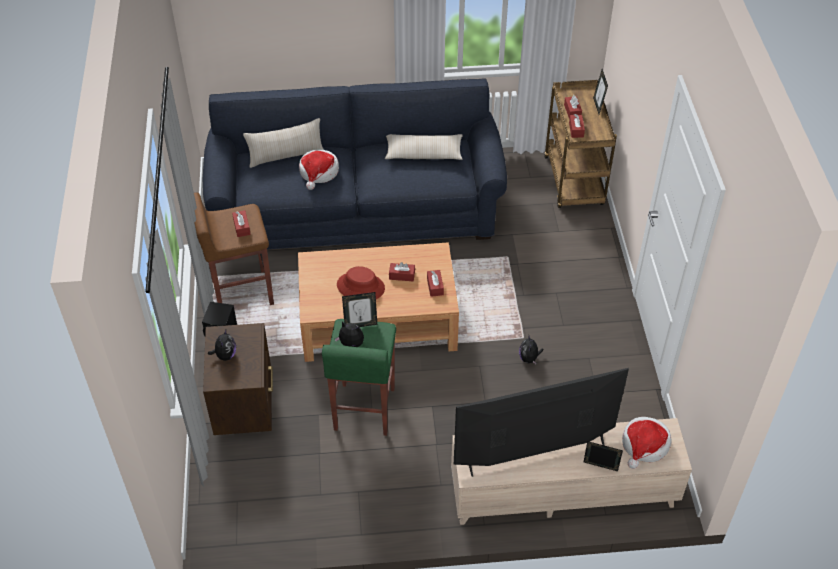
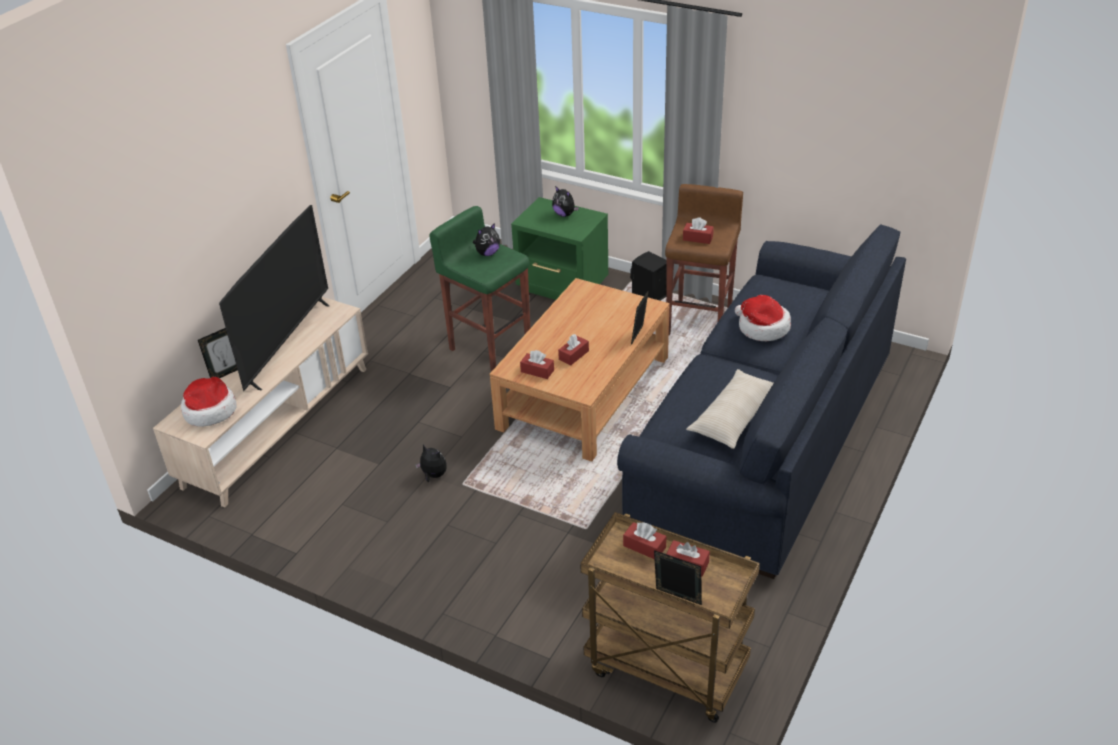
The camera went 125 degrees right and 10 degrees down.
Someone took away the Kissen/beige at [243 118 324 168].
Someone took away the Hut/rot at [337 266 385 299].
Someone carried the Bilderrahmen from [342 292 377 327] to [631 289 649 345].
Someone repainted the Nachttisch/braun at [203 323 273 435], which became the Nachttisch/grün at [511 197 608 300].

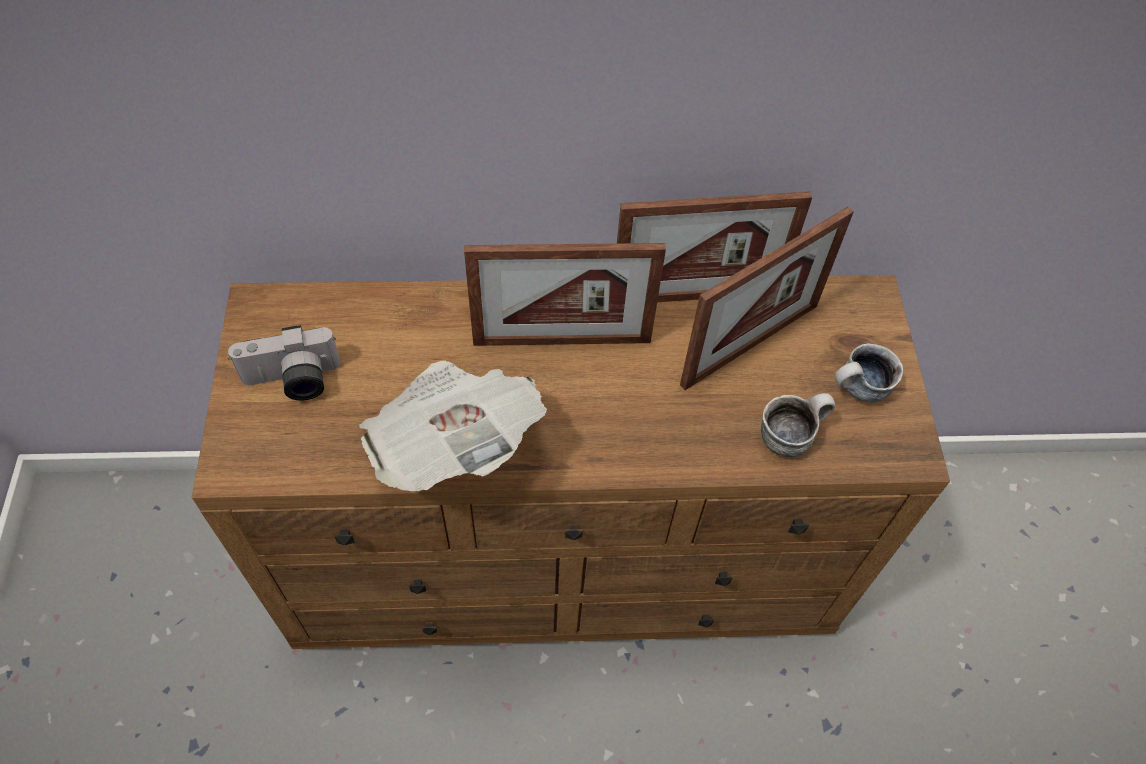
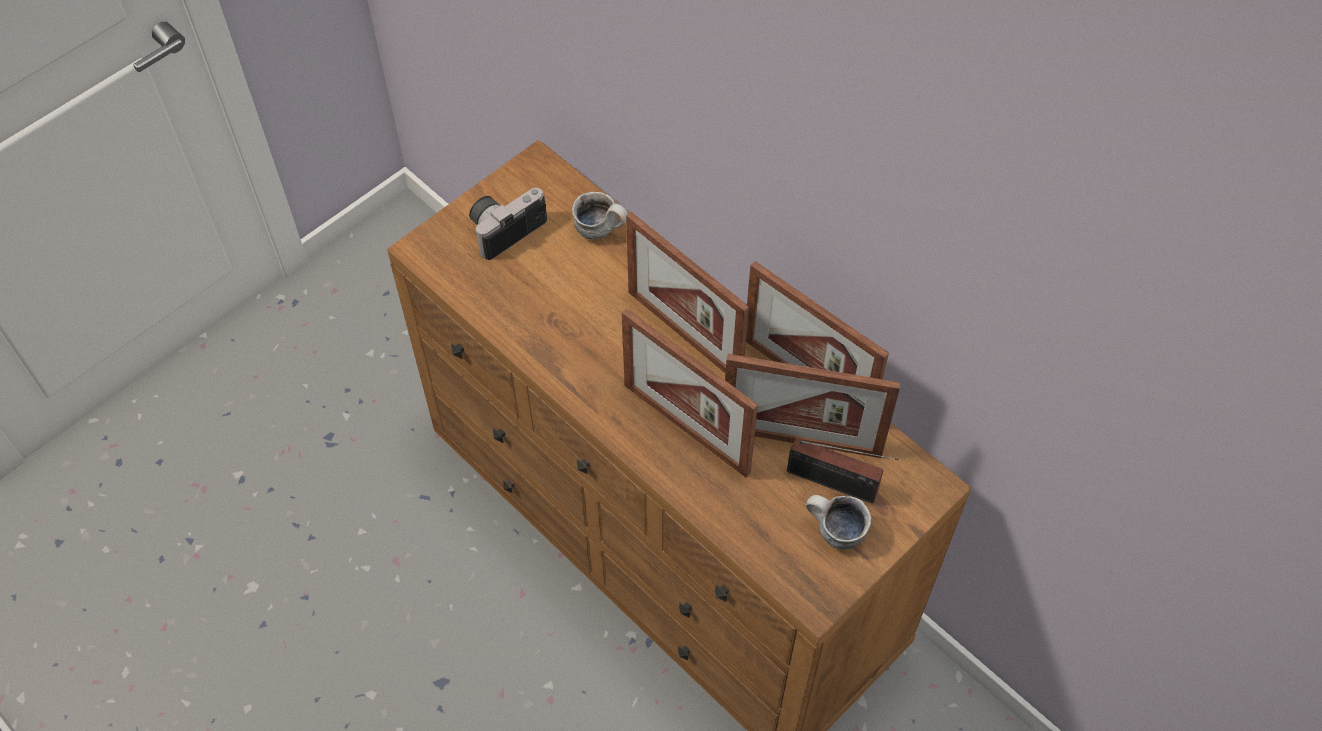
The camera went 50 degrees right and 0 degrees up.
Someone rotated the Kamera at [228 325 341 401] by 105 degrees clockwise.
Someone took away the Zeitung at [359 360 547 491].
Someone carried the Henkelbecher from [761 393 835 457] to [572 192 628 240].
Someone put down the Bilderrahmen at [622 308 758 477].
Someone put down the Radio at [787 438 898 503].

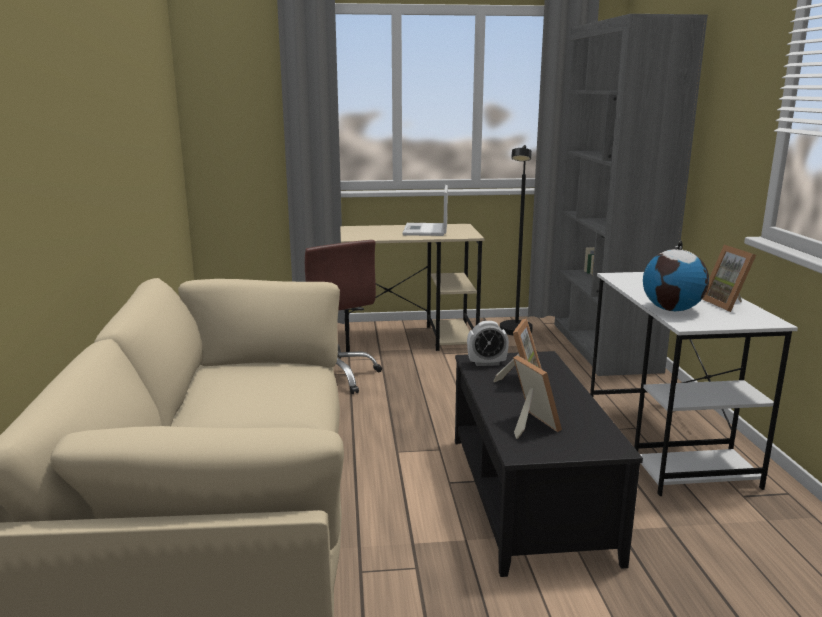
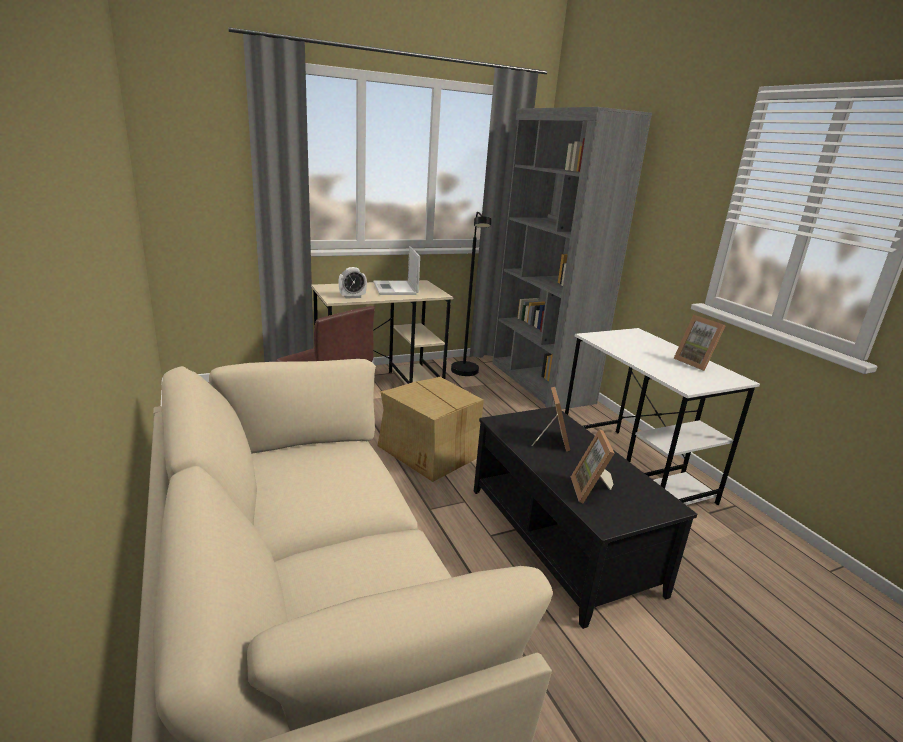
The camera went 20 degrees left and 5 degrees up.
Someone took away the Globus at [643 241 709 311].
Someone carried the Wecker from [467 321 509 366] to [338 267 367 299].
Someone rotated the Bilderrahmen at [513 355 562 439] by 135 degrees counterclockwise.
Someone put down the Karton at [378 377 484 482].

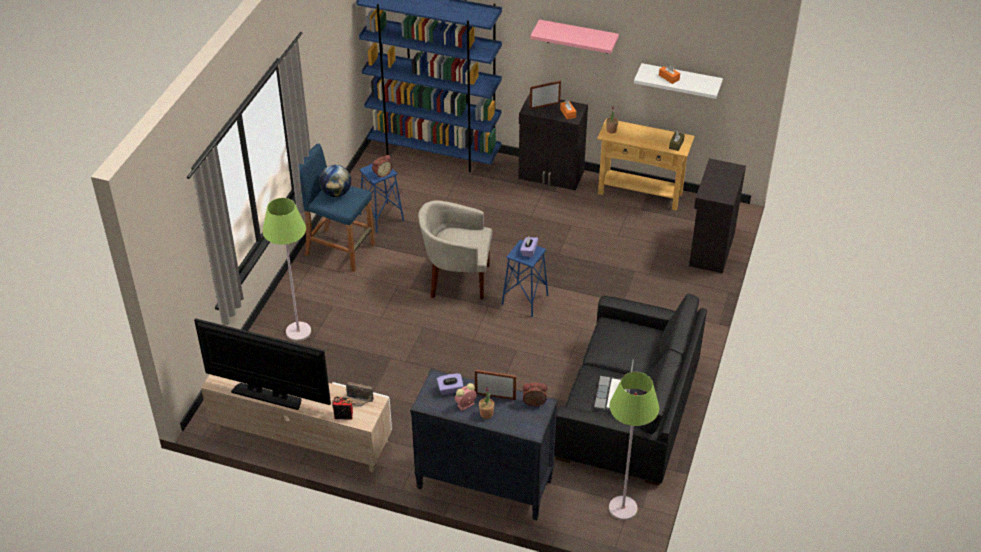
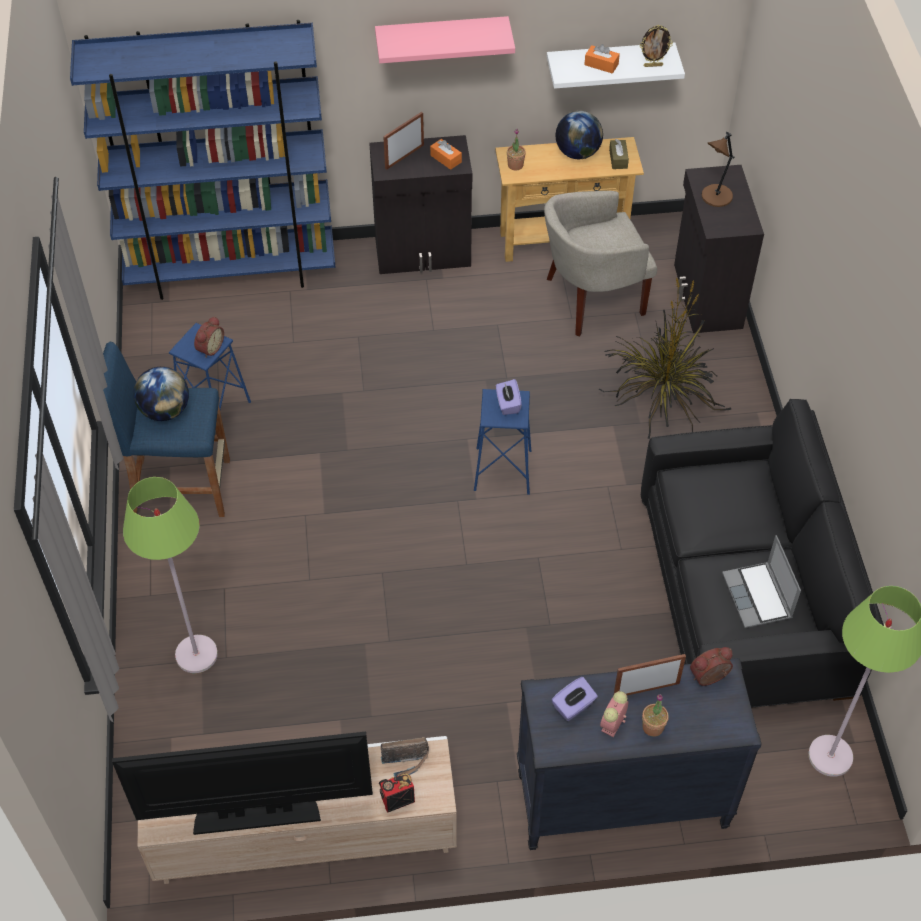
The camera went 25 degrees left and 10 degrees up.
Someone carried the Sessel/beige from [418 200 493 300] to [544 191 657 337].
Someone put down the Bilderrahmen at [640 25 673 67].
Someone put down the Globus at [555 111 603 159].
Someone put down the Tischlampe/braun at [702 132 734 207].
Someone put down the Topfpflanze at [599 278 731 439].

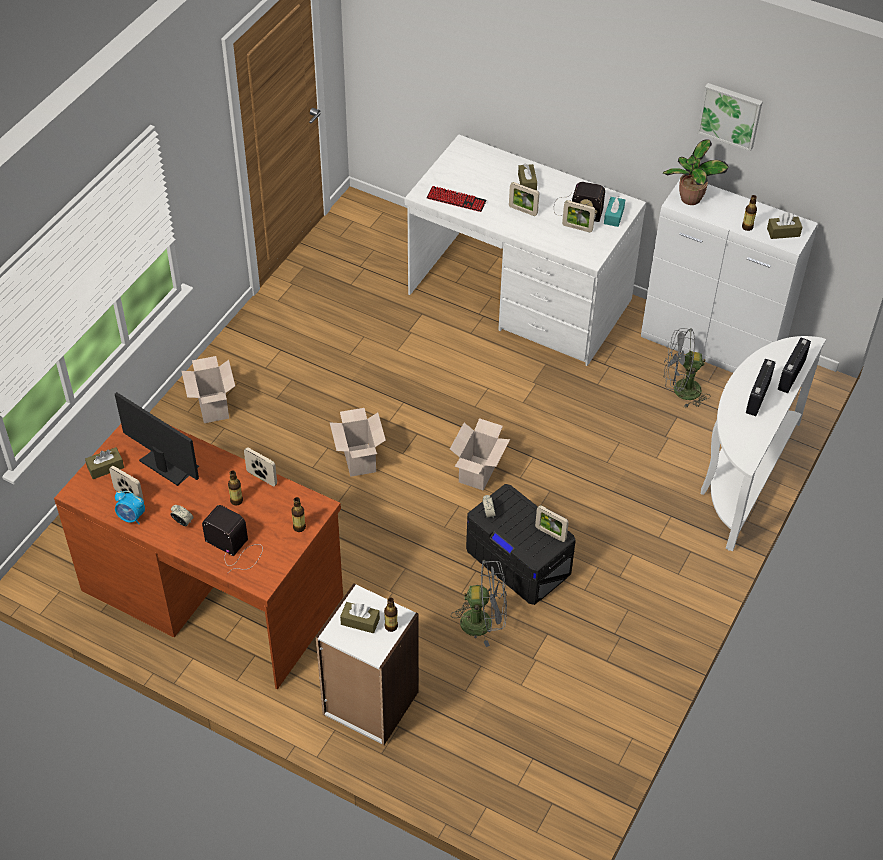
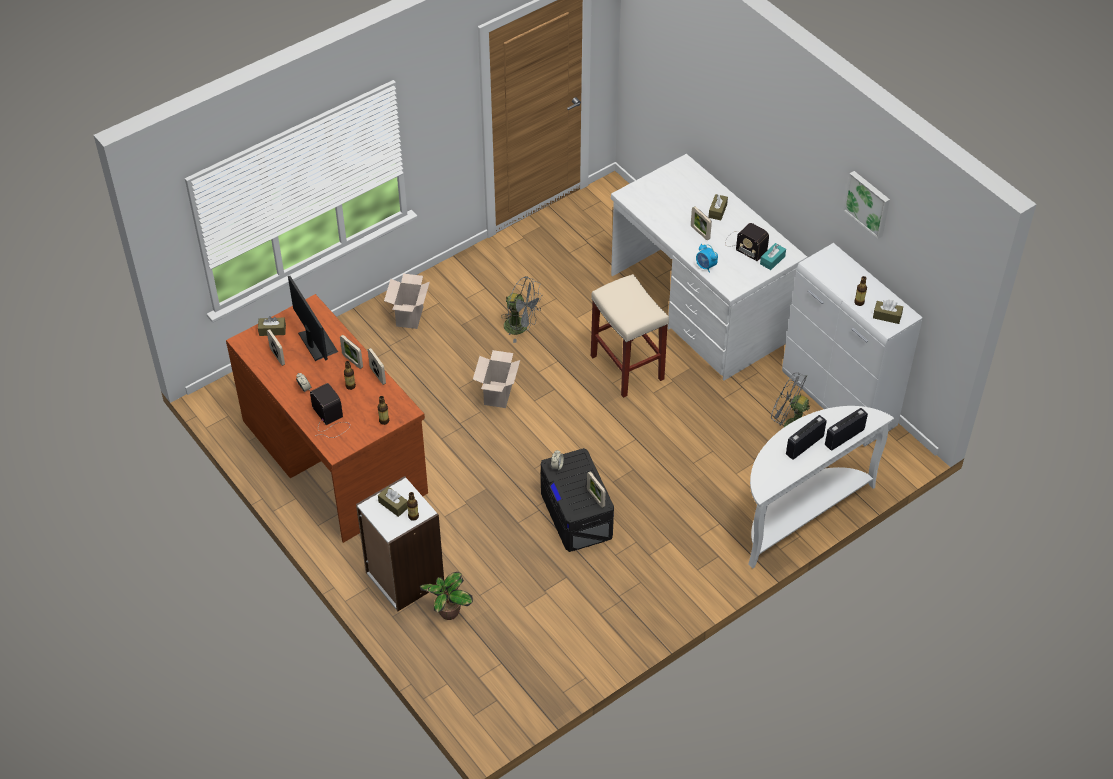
The camera went 25 degrees right and 0 degrees up.
Someone carried the Topfpflanze from [663 139 729 205] to [420 572 473 620].
Someone took away the Tastatur at [427 186 487 212].
Someone carried the Bilderrahmen from [562 200 595 232] to [340 335 363 369].
Someone took away the Karton at [450 418 510 490].
Someone carried the Wecker from [115 491 145 524] to [696 244 718 273].
Someone carried the Ventilator/grau from [451 560 507 647] to [501 276 543 343].
Someone put down the Hocker/beige at [591 274 669 398].

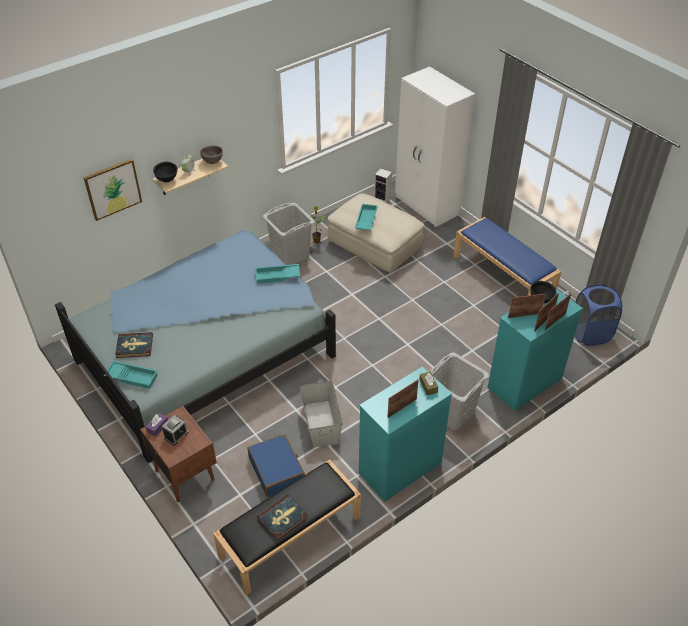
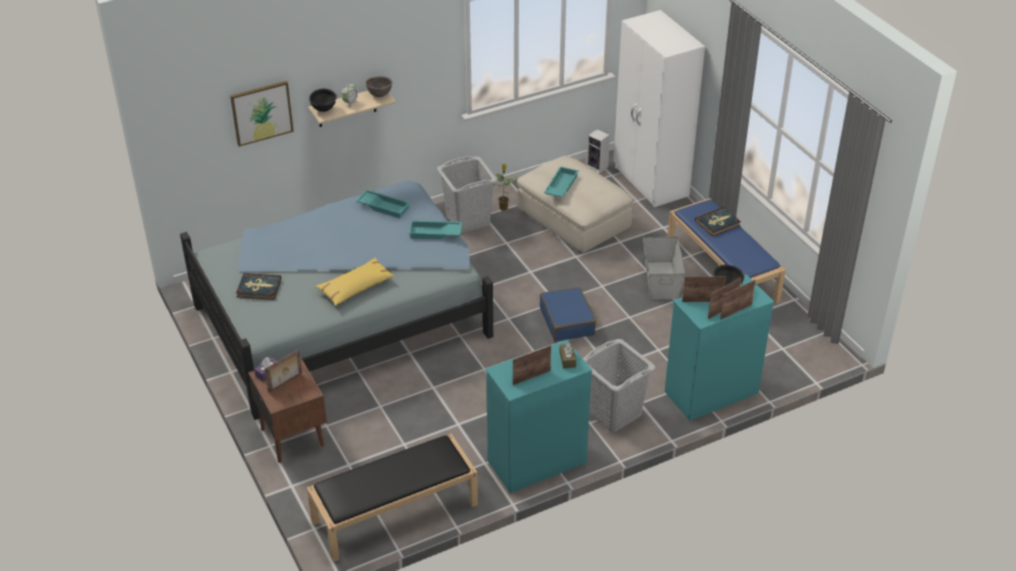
The camera went 10 degrees right and 5 degrees down.
Someone took away the Wäschekorb/blau at [575 284 622 346].
Someone carried the Tablett/türkis from [104 361 158 389] to [356 190 410 218].
Someone carried the Aufbewahrungsbox/grau from [299 381 343 447] to [643 237 685 299].
Someone swapped the Wecker at [162 415 188 446] for the Bilderrahmen at [265 349 302 393].
Someone carried the Koffer/blau from [247 434 305 497] to [540 287 596 342].
Someone carried the Buch from [257 494 308 540] to [695 207 741 237].
Someone put down the Kissen/gelb at [315 258 395 305].

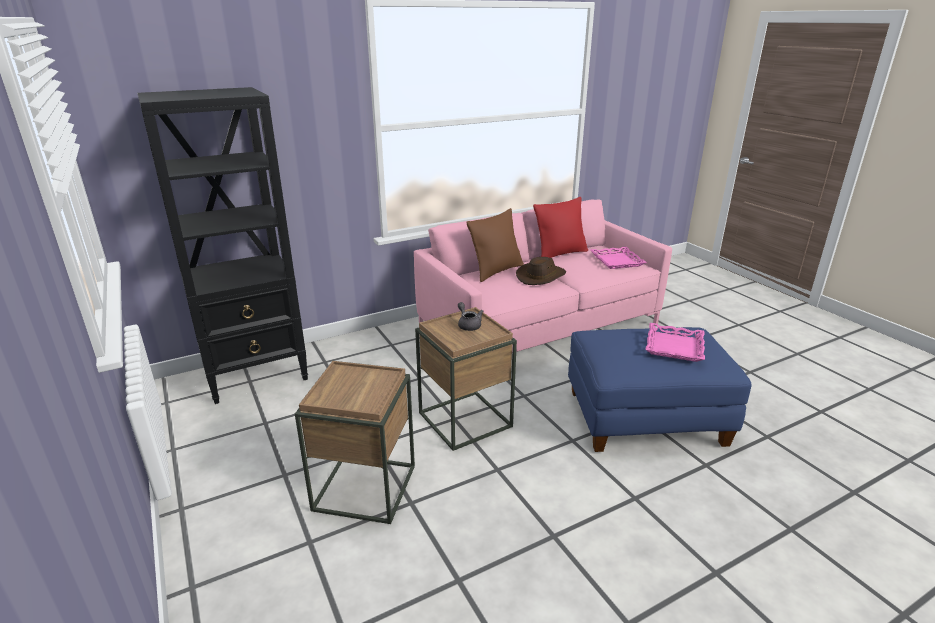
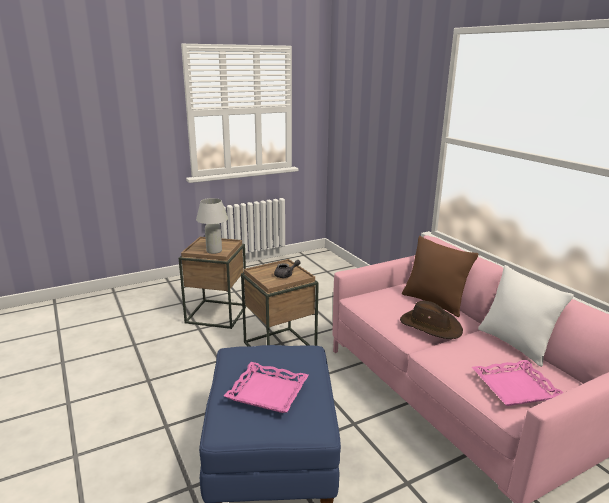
The camera went 90 degrees right and 5 degrees down.
Someone took away the Bücherregal/schwarz at [137 87 308 404].
Someone repainted the Kissen/rot at [533 197 588 258], which became the Kissen/weiß at [478 265 574 367].
Someone put down the Tischlampe/weiß at [196 198 228 254].

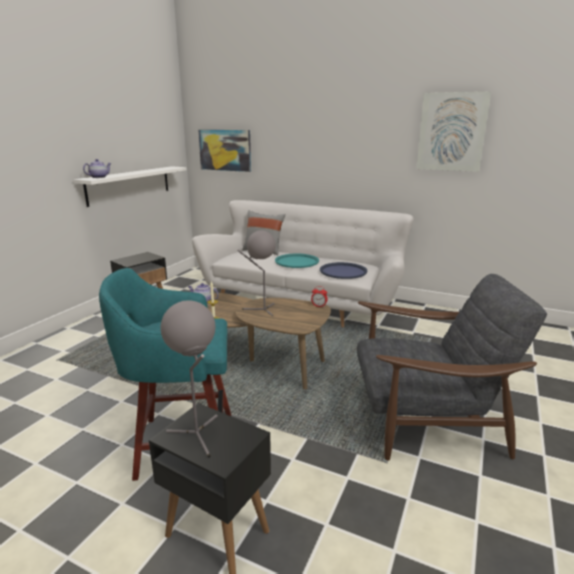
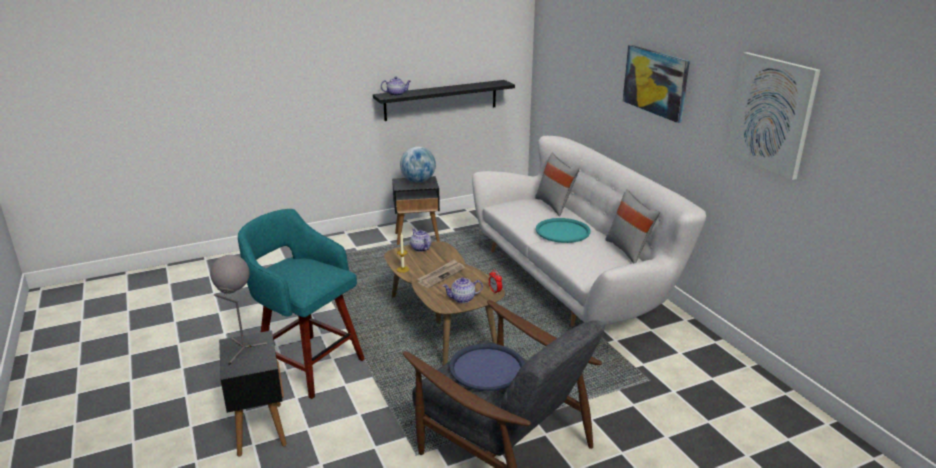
The camera went 40 degrees right and 5 degrees up.
Someone carried the Bild from [198 130 251 172] to [623 45 690 123].
Someone repainted the Wandregal/weiß at [74 166 187 207], which became the Wandregal/schwarz at [373 80 515 121].
Someone swapped the Tischlampe/grau at [237 230 276 316] for the Zeitung at [417 259 465 288].
Someone carried the Tablett/blau from [320 262 367 279] to [449 344 525 391].
Someone put down the Globus at [400 147 436 183].
Someone put down the Kissen/grau at [605 190 660 263].
Someone put down the Teekanne at [442 277 483 303].

